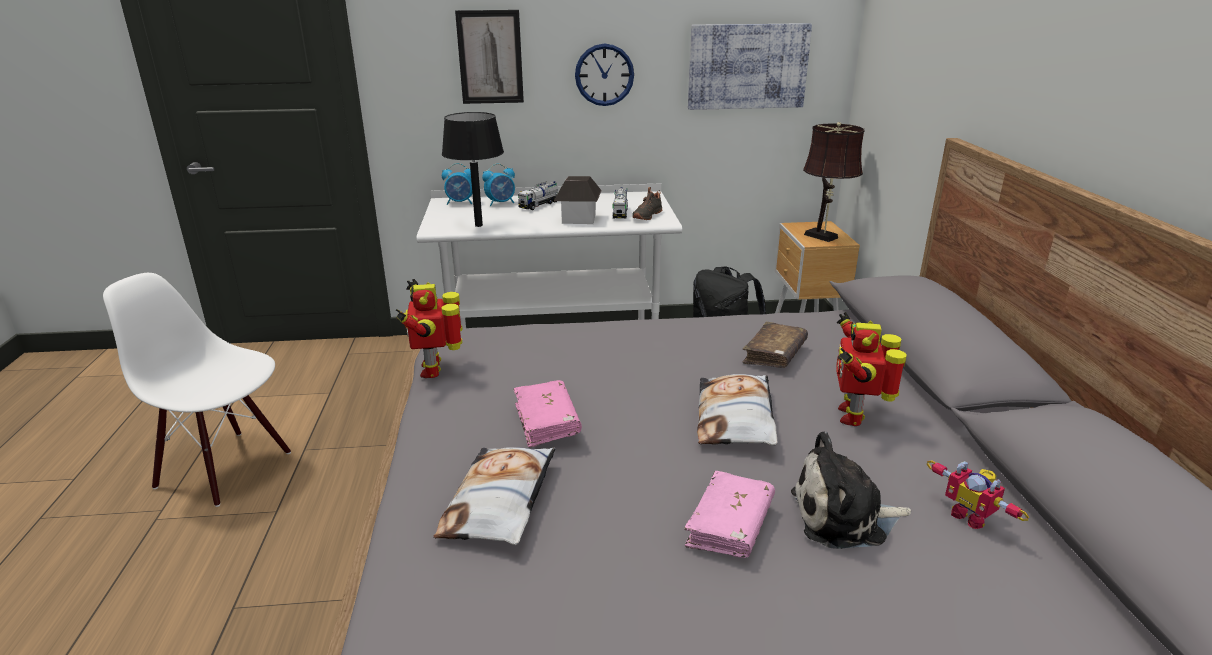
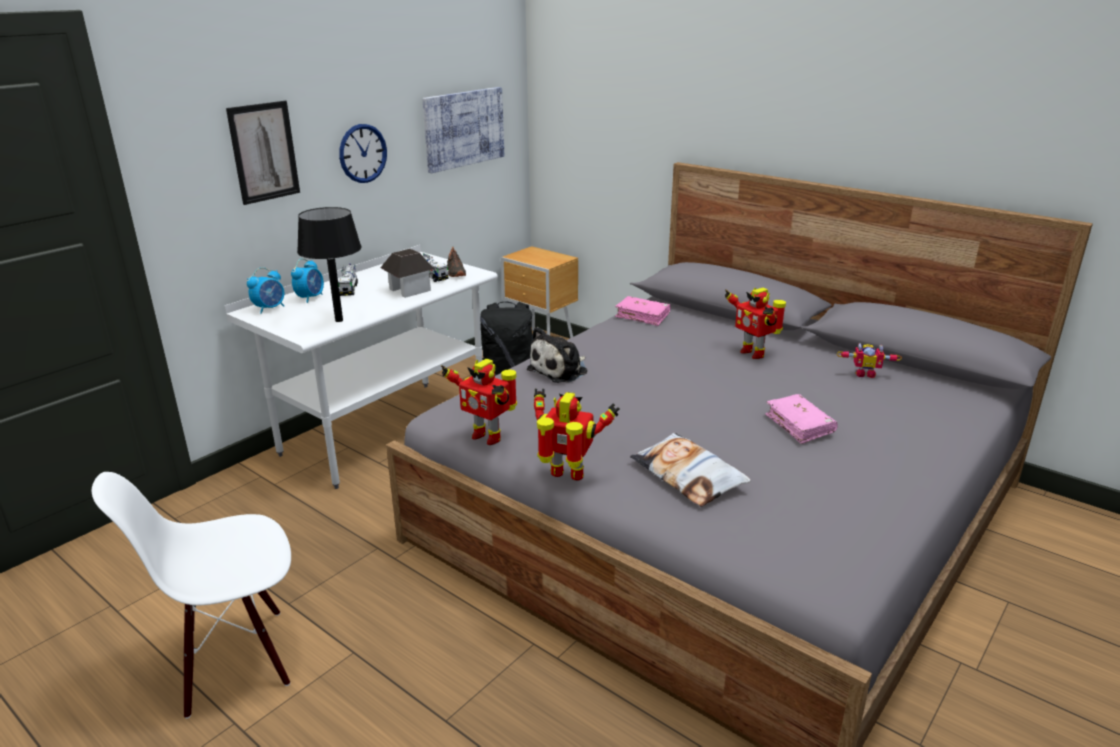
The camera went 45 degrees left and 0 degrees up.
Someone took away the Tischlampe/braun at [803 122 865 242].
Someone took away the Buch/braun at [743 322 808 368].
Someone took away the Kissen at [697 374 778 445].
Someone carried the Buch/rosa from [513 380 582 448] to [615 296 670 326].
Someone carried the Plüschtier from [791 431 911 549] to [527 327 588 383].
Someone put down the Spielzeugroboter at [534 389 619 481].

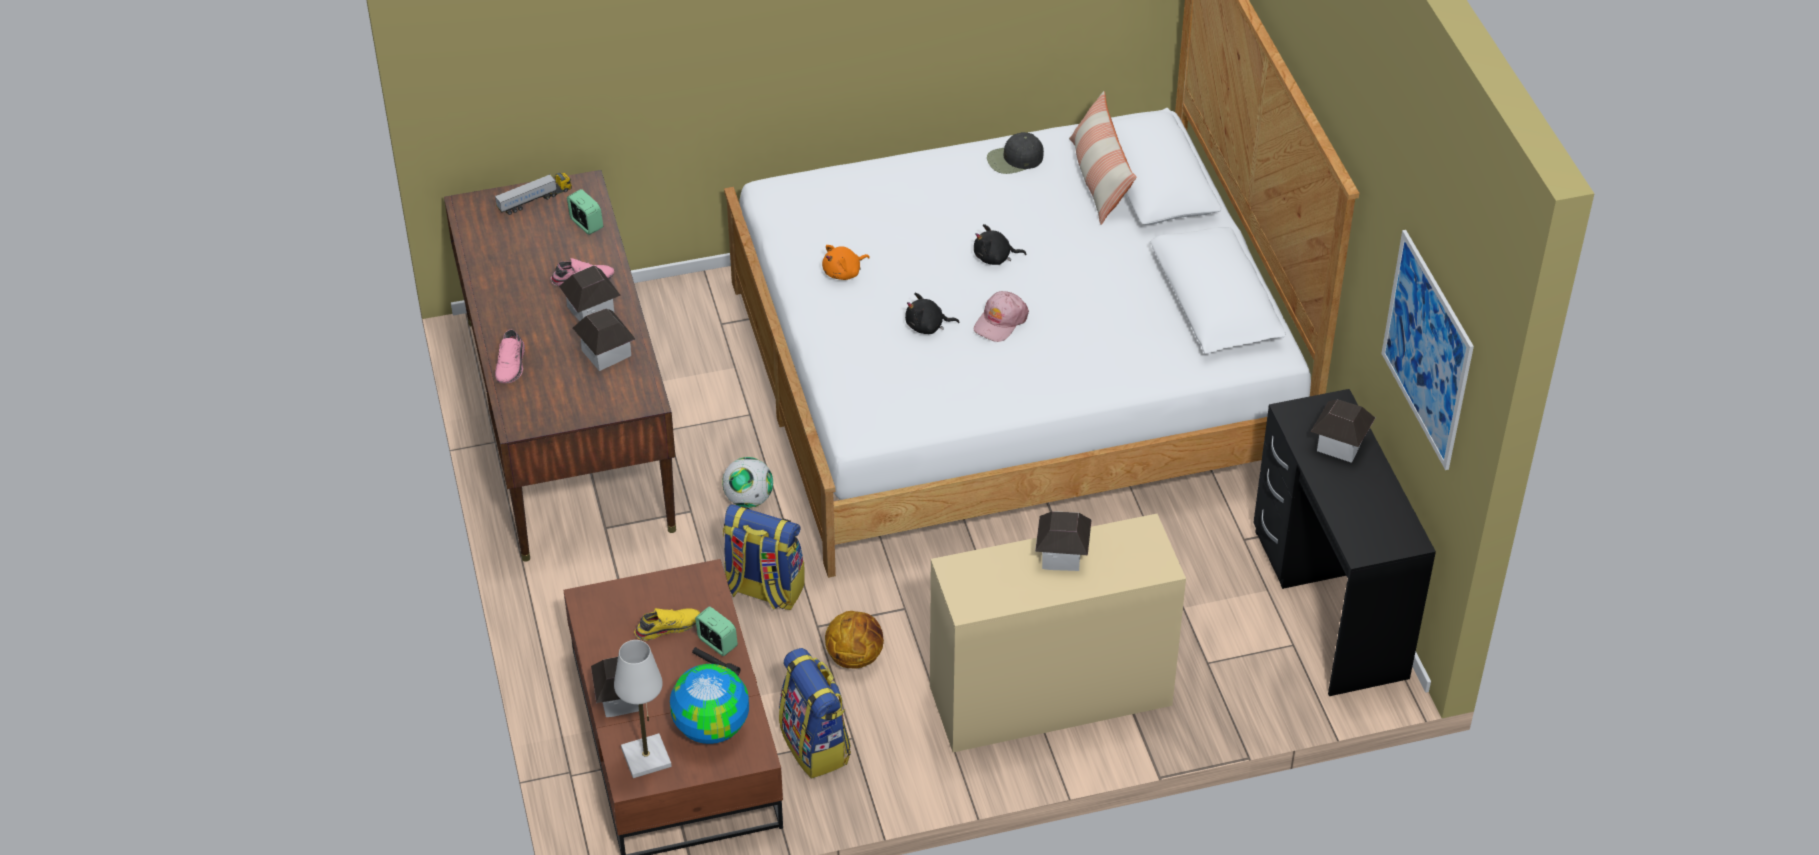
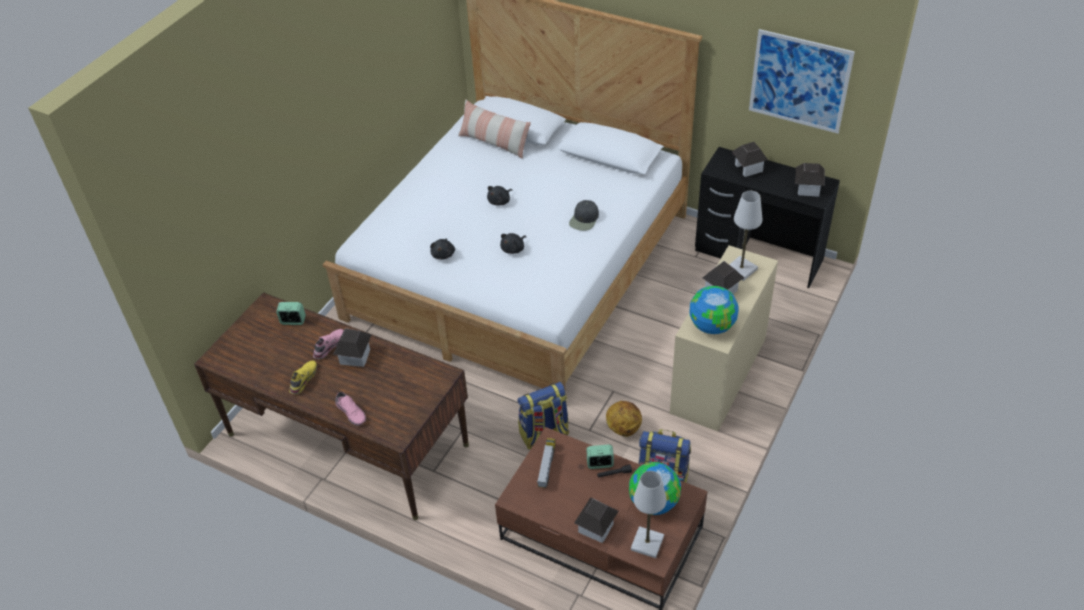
The camera went 45 degrees left and 0 degrees up.
Someone carried the Kappe/schwarz from [987 132 1044 174] to [569 200 599 231].
Someone carried the Spielzeuglaster from [495 173 572 215] to [537 438 556 488].
Someone repainted the Plüschtier/orange at [822 245 870 280], which became the Plüschtier/schwarz at [430 238 455 260].
Someone took away the Kappe/rosa at [974 291 1029 342].
Someone carried the Spielzeughaus from [573 308 636 371] to [795 163 825 197].
Someone took away the Fußball at [722 457 773 508].
Someone carried the Schuh/gelb from [634 608 700 641] to [289 360 317 394].
Someone put down the Tischlampe/weiß at [729 191 763 281].
Someone put down the Globus at [689 286 739 334].

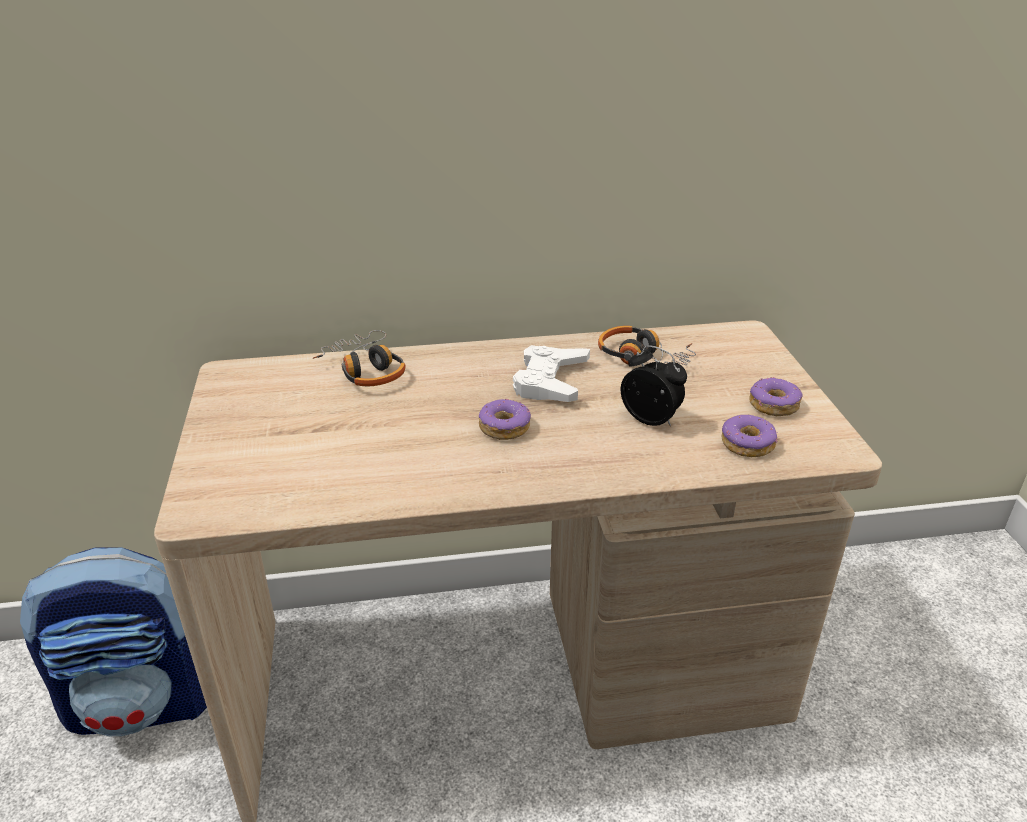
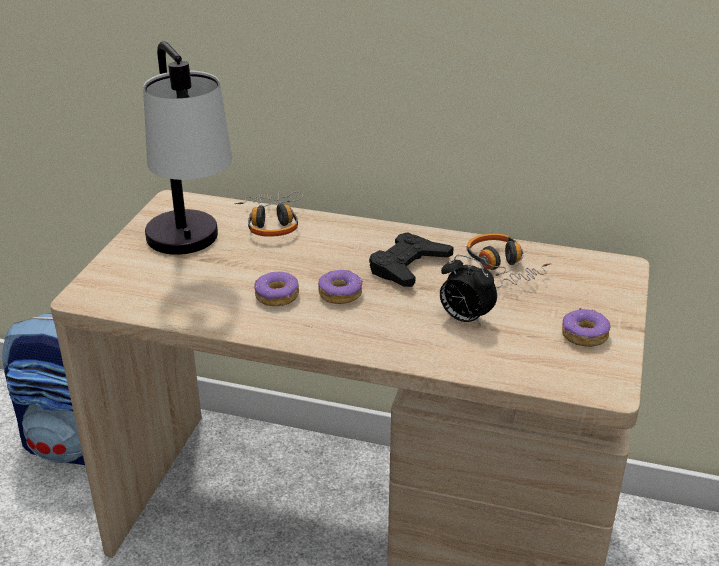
The camera went 25 degrees right and 0 degrees up.
Someone repainted the Gamepad/weiß at [513 345 590 402], which became the Gamepad/schwarz at [369 232 454 287].
Someone rotated the Wecker at [621 345 687 426] by 150 degrees clockwise.
Someone carried the Donut from [722 415 778 457] to [254 272 299 306].
Someone put down the Tischlampe at [143 42 232 255].

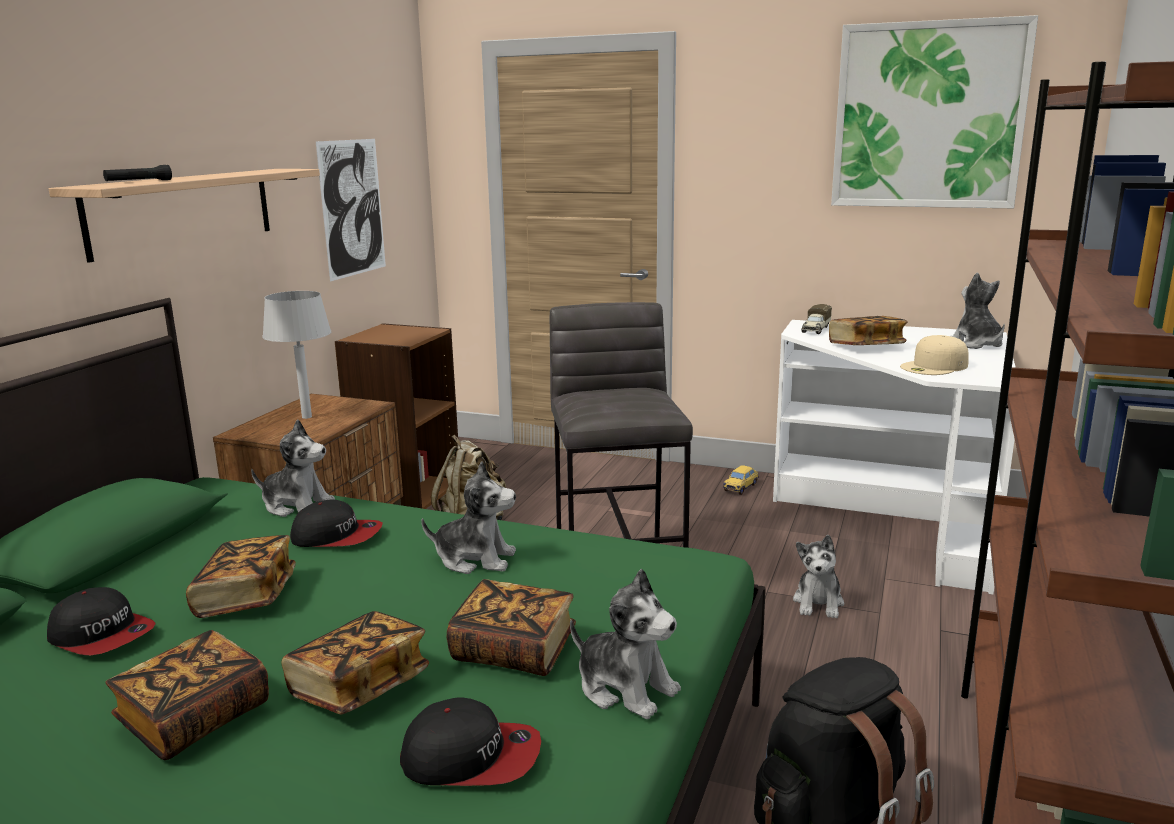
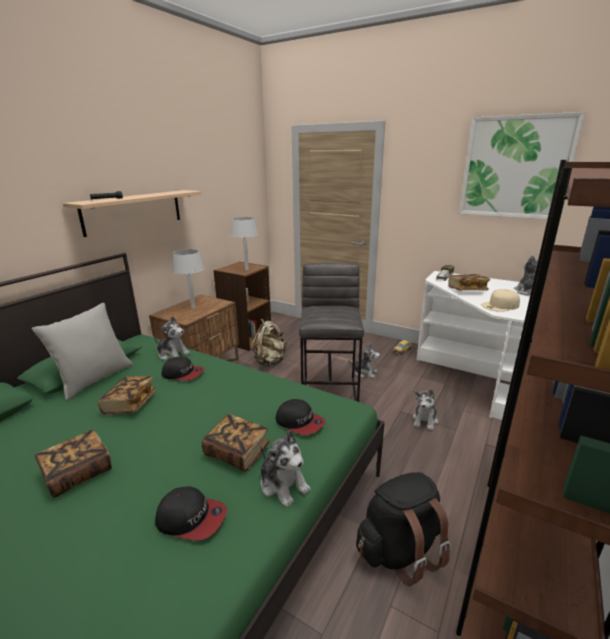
The camera went 10 degrees right and 5 degrees up.
Someone took away the Bild at [316 139 386 282].
Someone carried the Plüschtier from [421 461 516 574] to [348 344 380 378].
Someone carried the Kappe from [47 587 156 655] to [276 399 326 435].
Someone took away the Buch at [281 611 429 714].
Someone put down the Tischlampe/grau at [231 217 258 270].
Someone put down the Kissen/grau at [32 303 133 401].

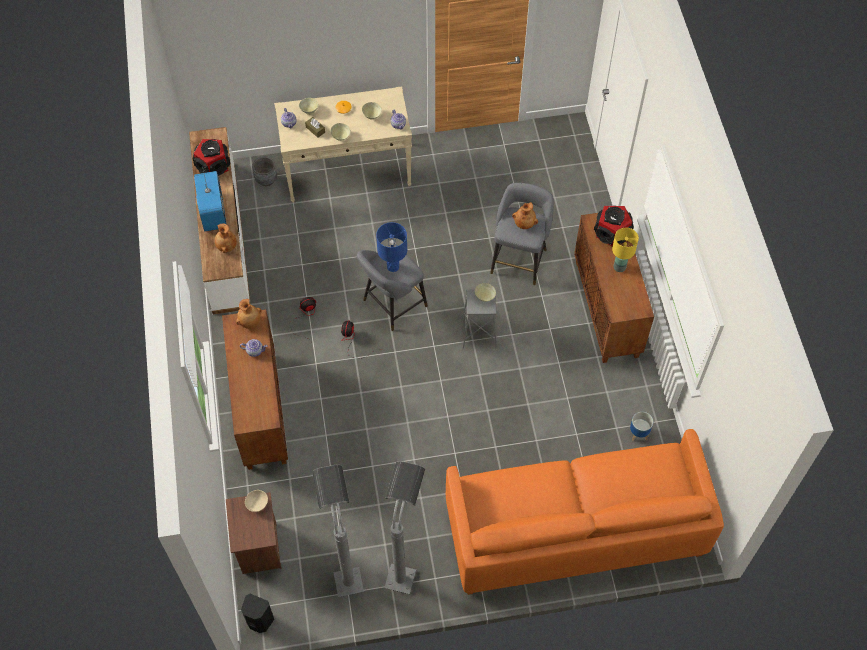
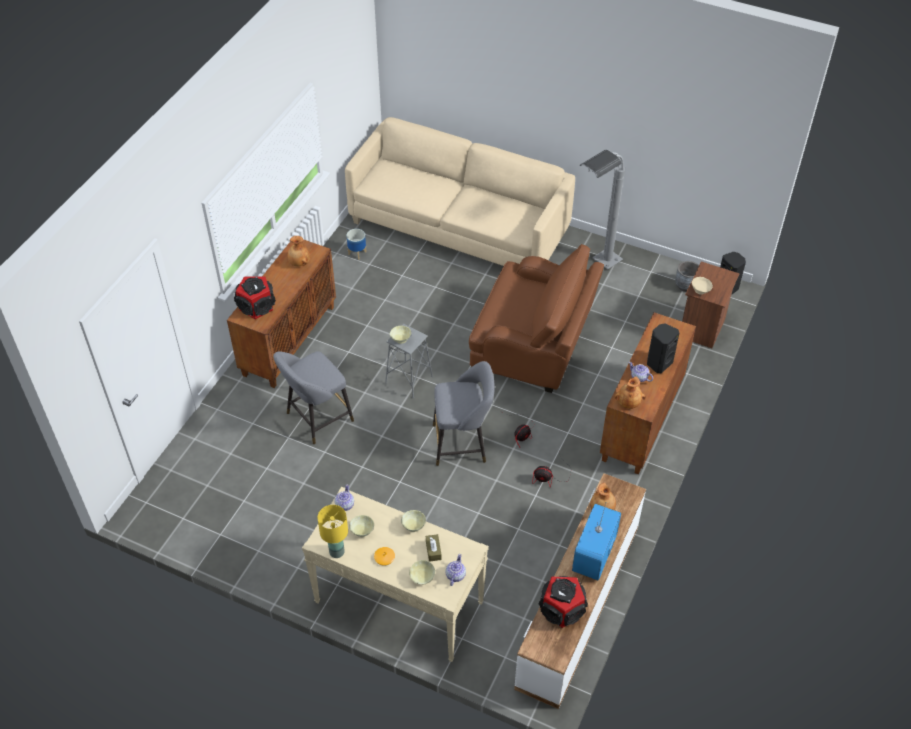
The camera went 145 degrees left and 10 degrees down.
Someone carried the Pflanzkübel/grau from [252 156 277 186] to [675 261 699 292].
Someone carried the Vase/braun from [512 202 538 229] to [288 236 310 266].
Someone took away the Tischlampe/blau at [376 222 407 272].
Someone carried the Tischlampe/gelb from [612 228 639 272] to [317 505 348 558].
Someone repainted the Sofa/orange at [446 429 724 595], which became the Sofa/beige at [345 117 575 266].
Someone took away the Stehlampe/grau at [312 465 364 597].
Someone put down the Sessel/braun at [469 244 604 393].
Someone put down the Lautsprecher/schwarz at [647 323 679 373].

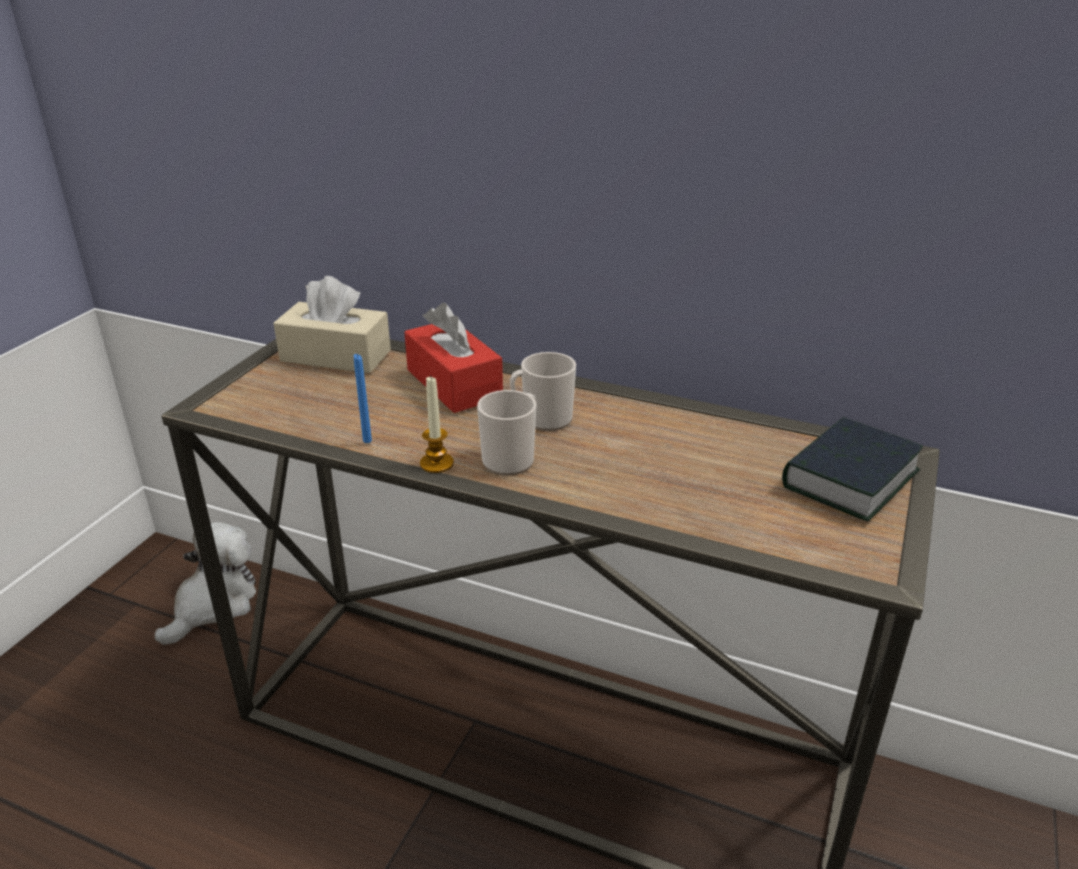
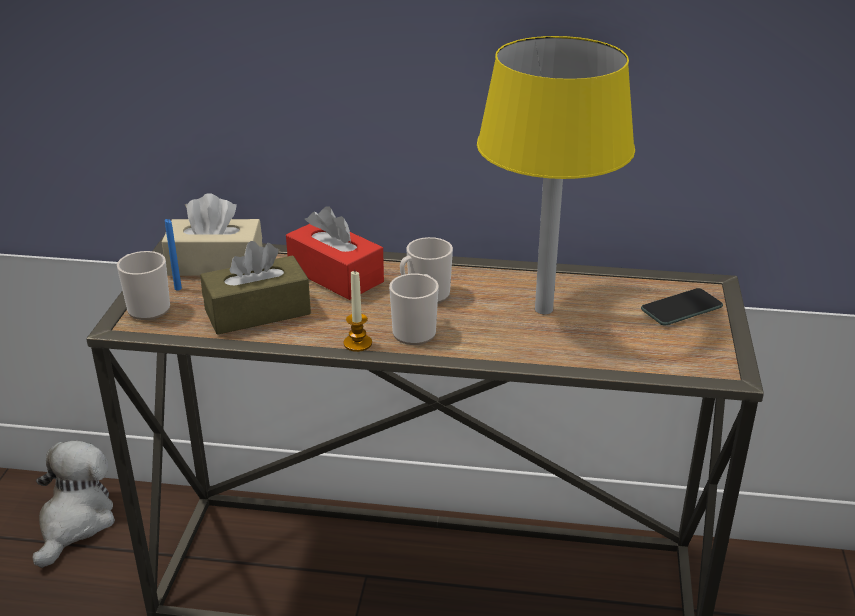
The camera went 15 degrees left and 0 degrees up.
Someone carried the Kerze/blau from [354 354 372 443] to [165 219 182 291].
Someone swapped the Buch at [782 417 923 521] for the Handy at [641 288 723 326].
Someone put down the Tischlampe/gelb at [477 36 635 314].
Someone put down the Taschentuchbox/braun at [200 241 311 335].
Someone put down the Henkelbecher at [117 251 170 320].

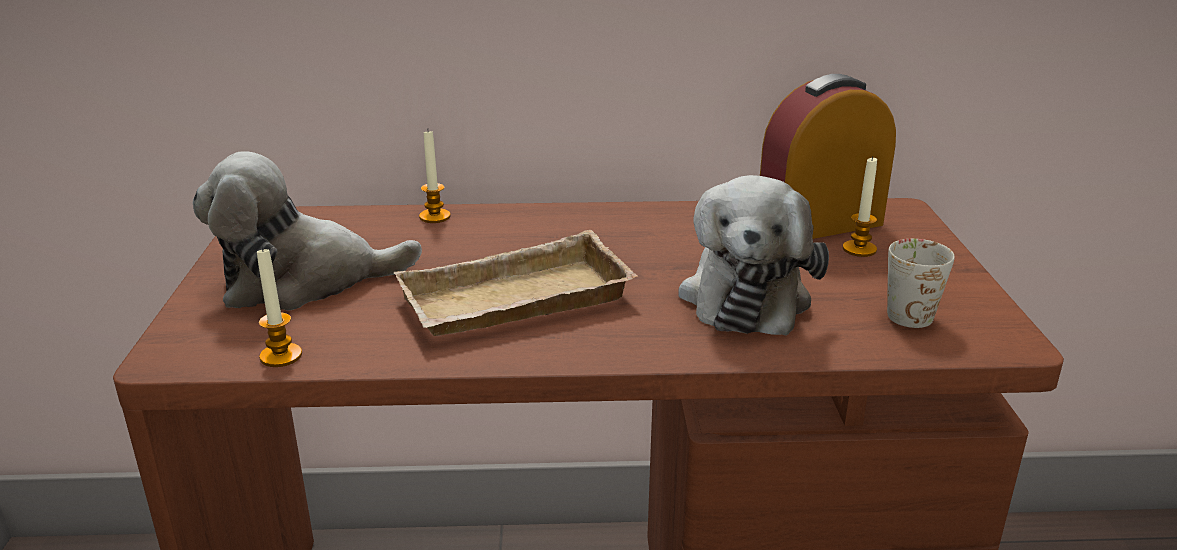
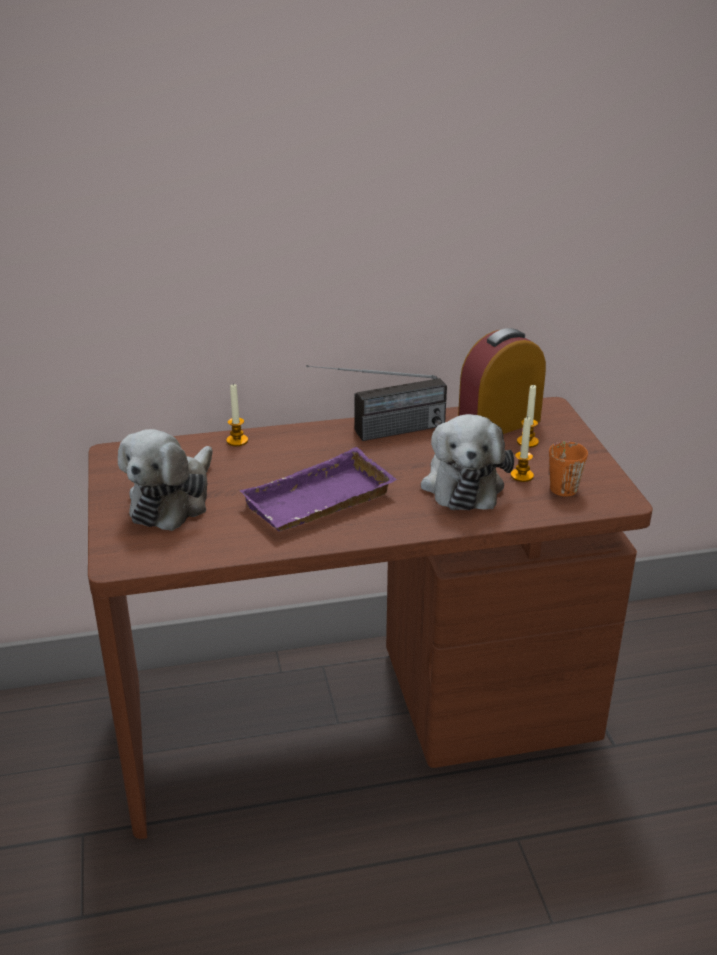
The camera went 10 degrees left and 5 degrees up.
Someone rotated the Plüschtier at [193 151 422 311] by 45 degrees counterclockwise.
Someone repainted the Tablett/beige at [393 230 638 336], which became the Tablett/lila at [240 447 397 531].
Someone repainted the Henkelbecher/weiß at [887 239 955 328], which became the Henkelbecher/orange at [549 441 588 496].
Someone carried the Kerze from [257 246 302 367] to [511 417 534 482].
Someone put down the Radio at [306 365 447 441].

